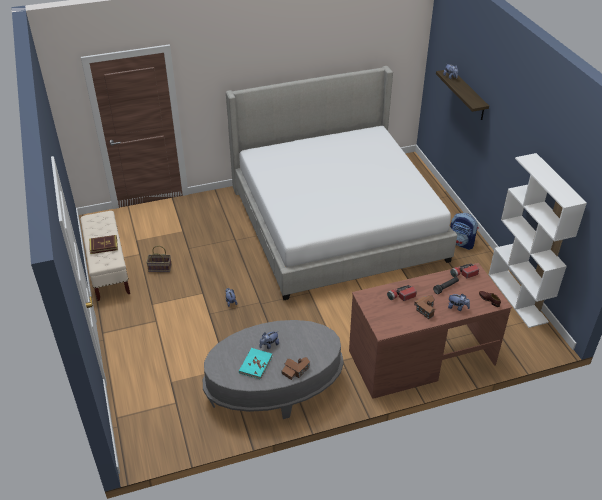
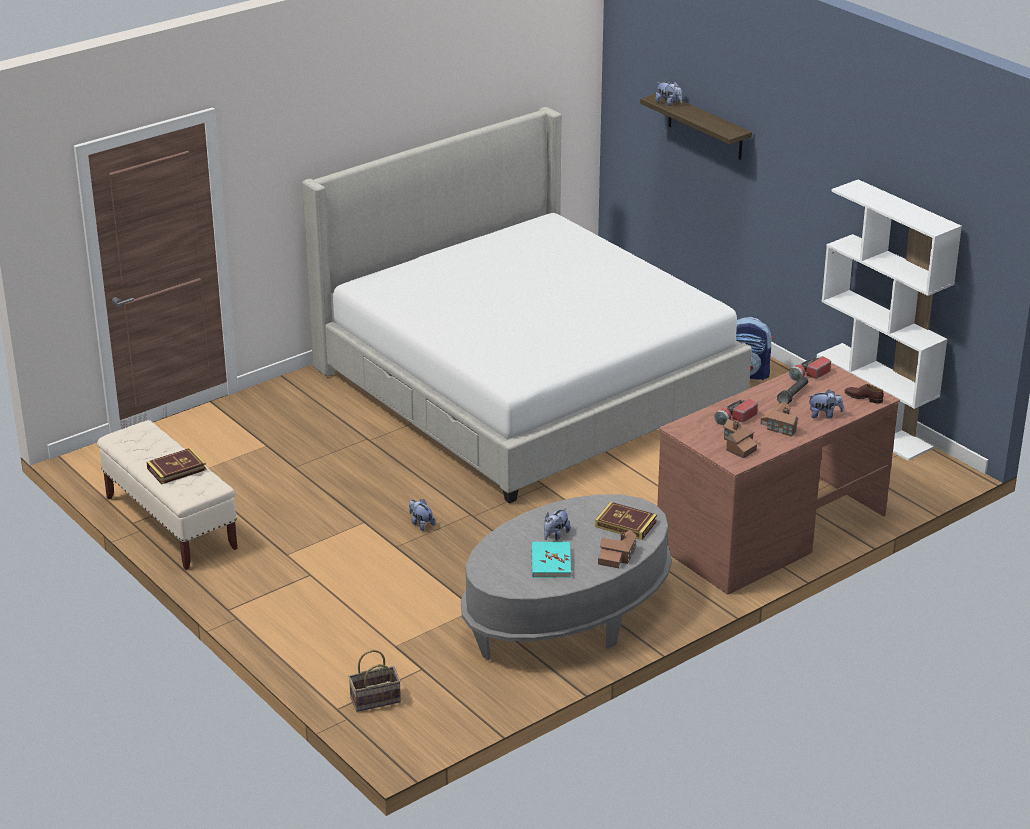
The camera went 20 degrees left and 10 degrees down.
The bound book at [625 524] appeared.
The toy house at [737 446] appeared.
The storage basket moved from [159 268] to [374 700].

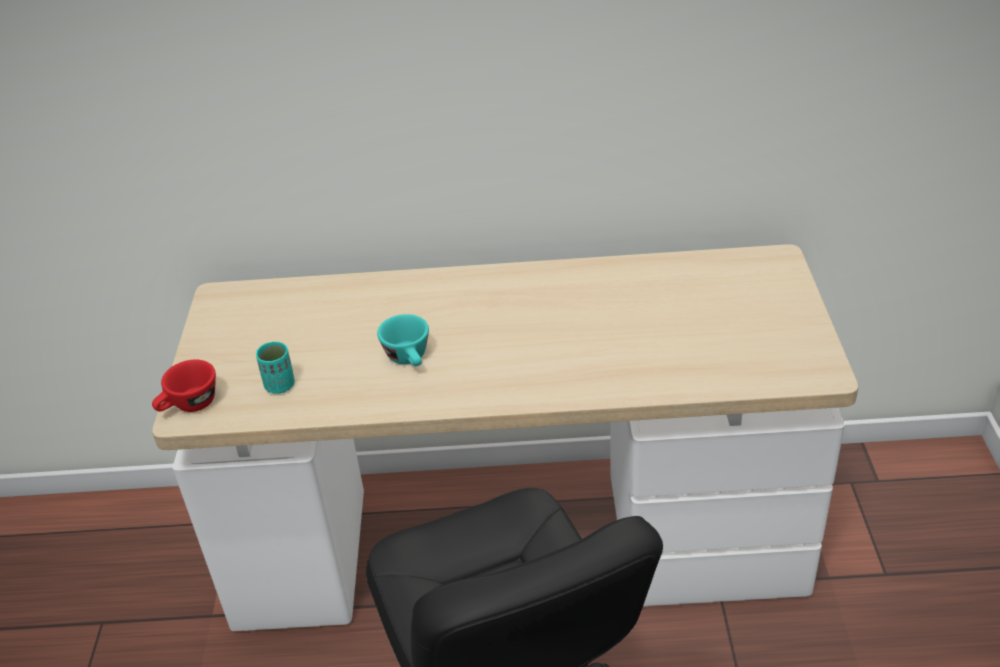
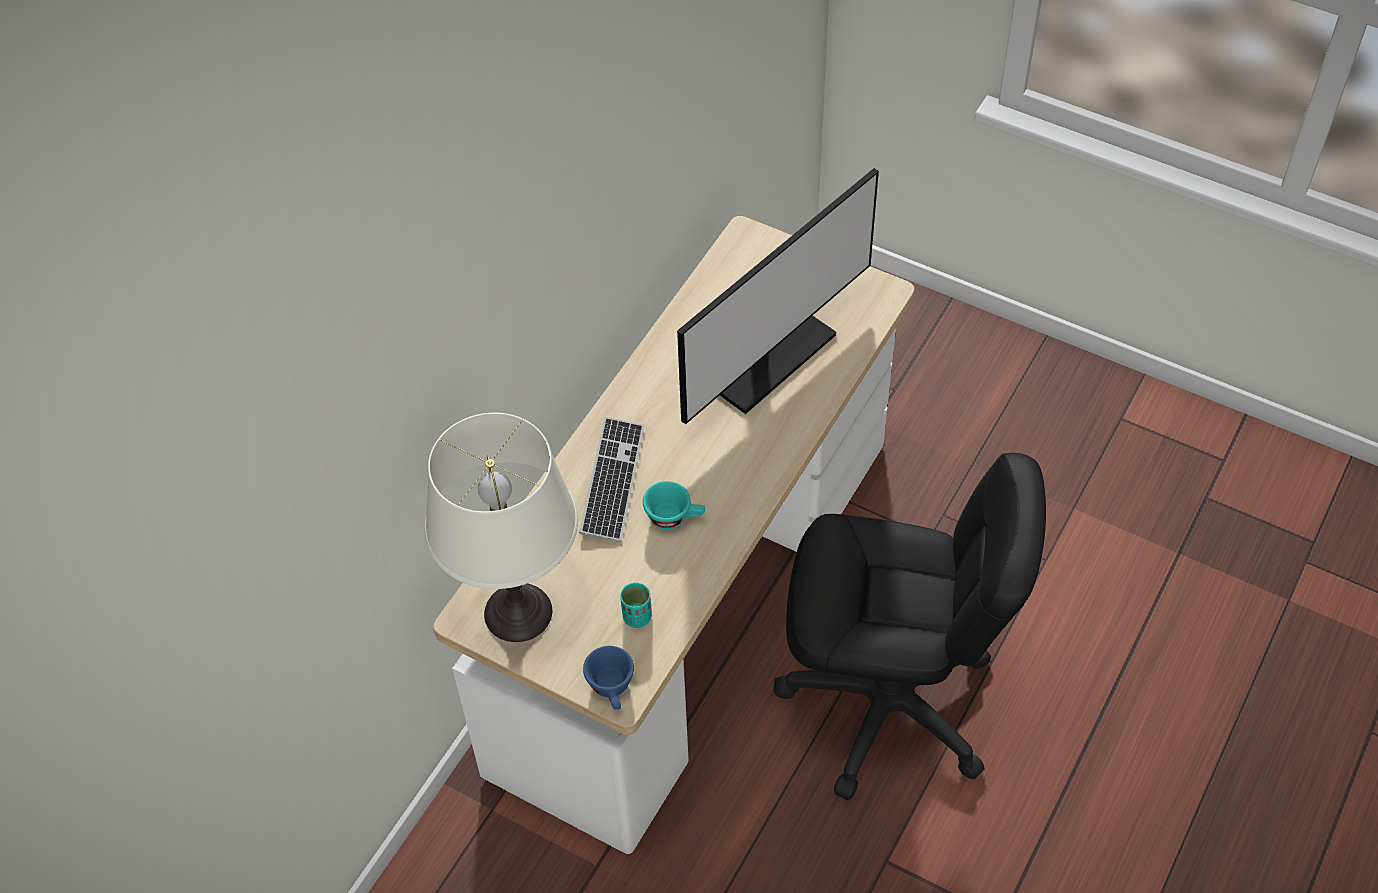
The camera went 60 degrees left and 15 degrees up.
The table lamp/white-coloured at [518 613] appeared.
The PC keyboard at [612 481] appeared.
The monitor at [768 357] appeared.
The cup/red at [189 406] became the cup/blue at [612 689].

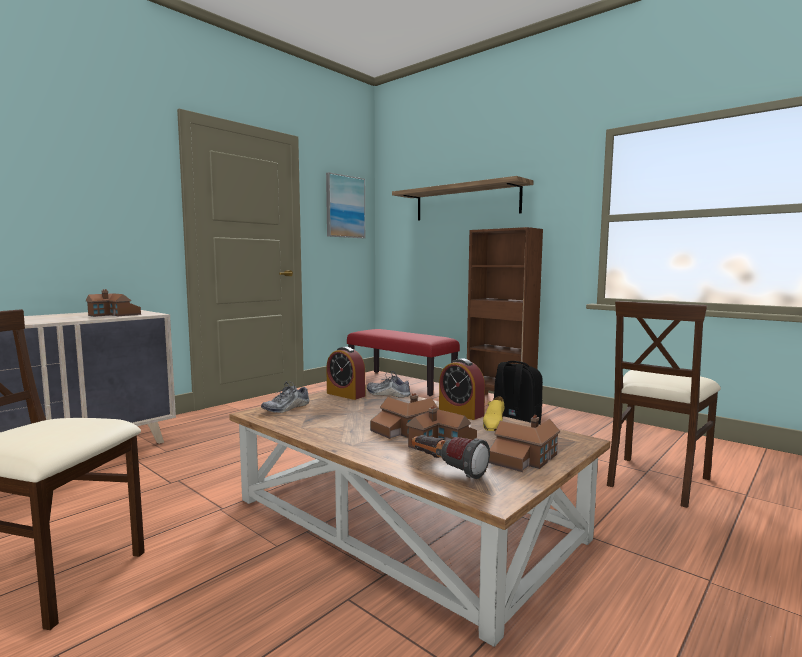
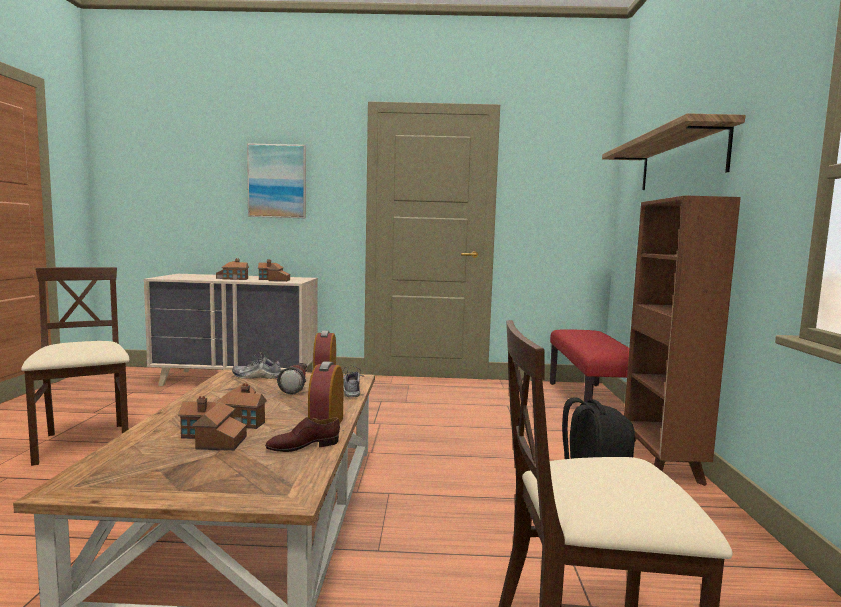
The camera went 50 degrees right and 0 degrees up.
The wall art moved from [345 207] to [277 181].
The torch moved from [446 468] to [297 387].
The toy house moved from [524 459] to [233 278].
The shoe/yellow at [493 424] became the shoe/brownish at [303 446].

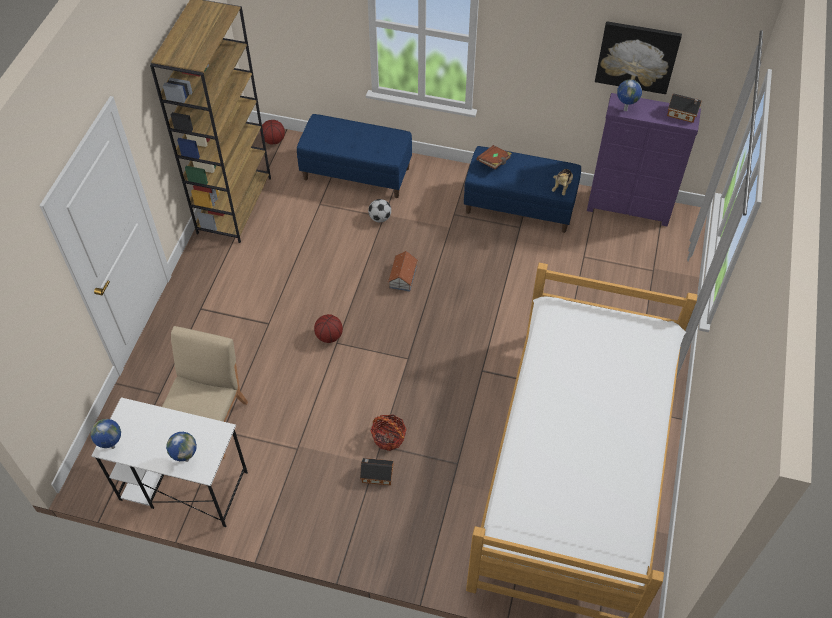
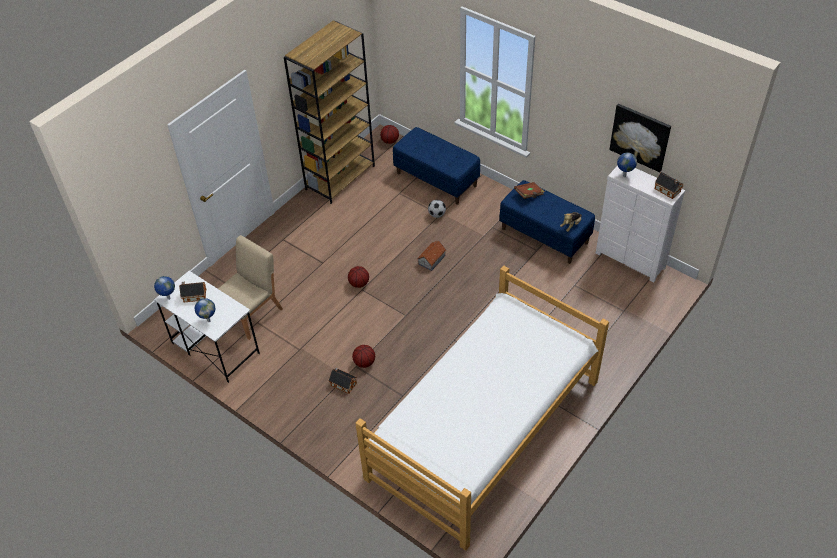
The camera went 25 degrees right and 5 degrees down.
The toy house at [194 295] appeared.
The storage basket at [388 437] was replaced by the basketball ball at [364 362].
The chest of drawers/purple at [629 208] became the chest of drawers/white-coloured at [630 261].

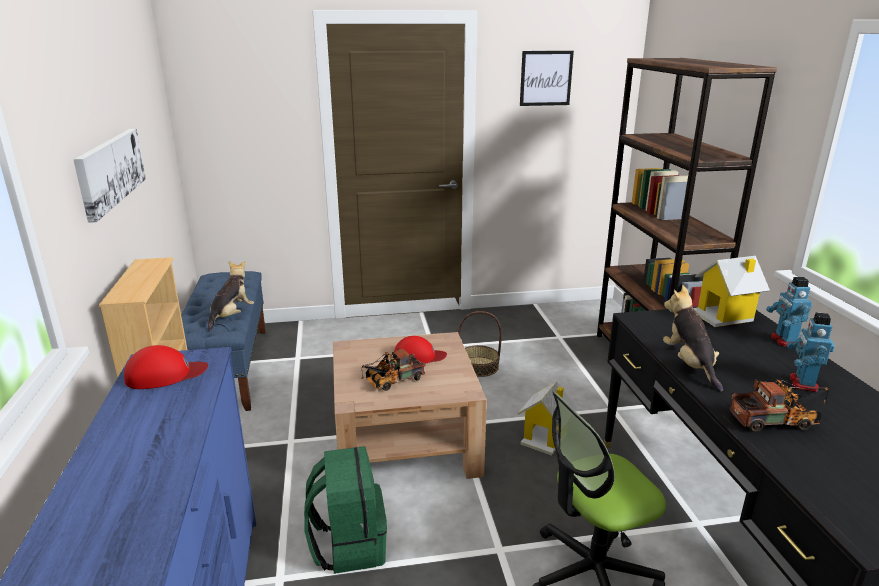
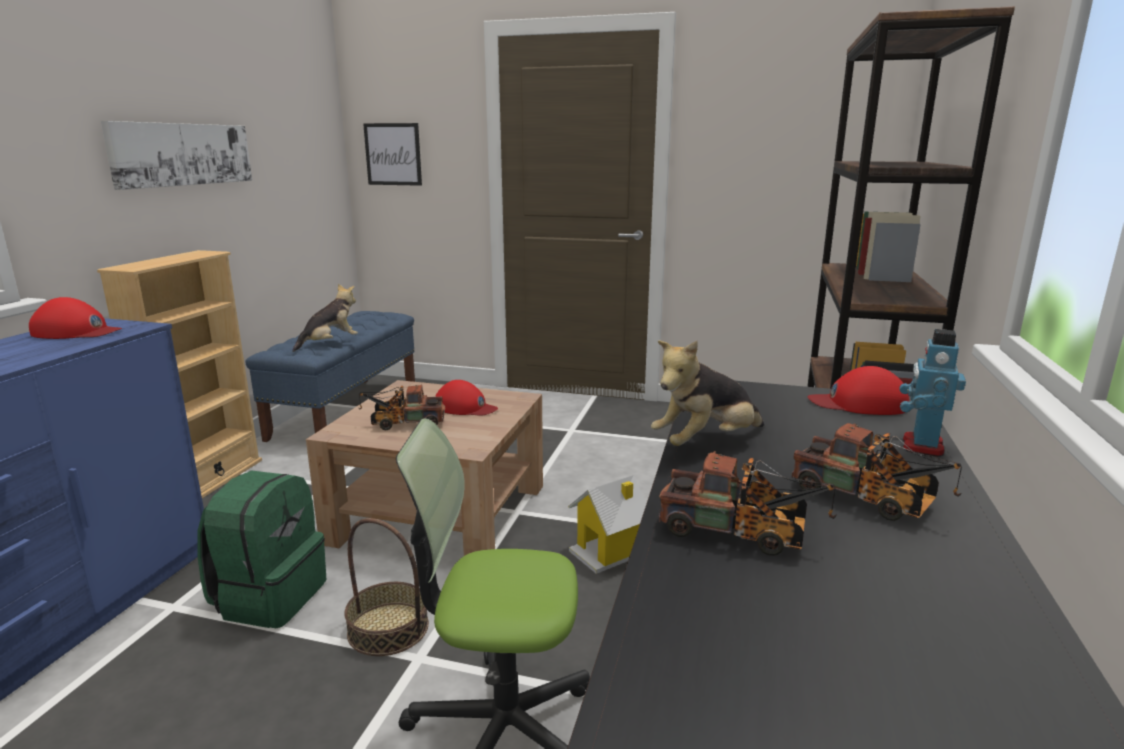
The camera went 25 degrees right and 5 degrees down.
The storage basket moved from [479 366] to [388 628].
The wall art moved from [546 78] to [393 154].
The toy house at [724 316] was replaced by the baseball cap/red at [859 404].
The toy robot at [802 384] was replaced by the model truck at [869 500].
The plush toy at [689 365] turned 135 degrees counterclockwise.

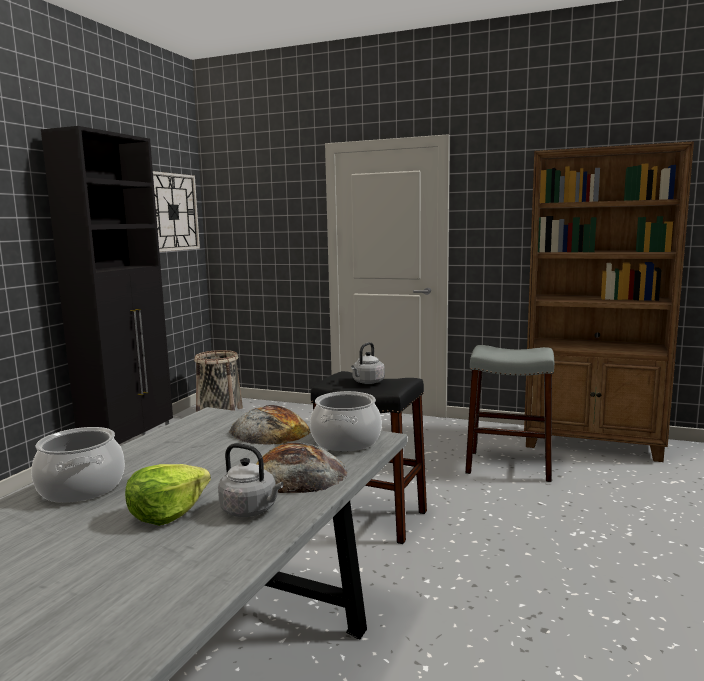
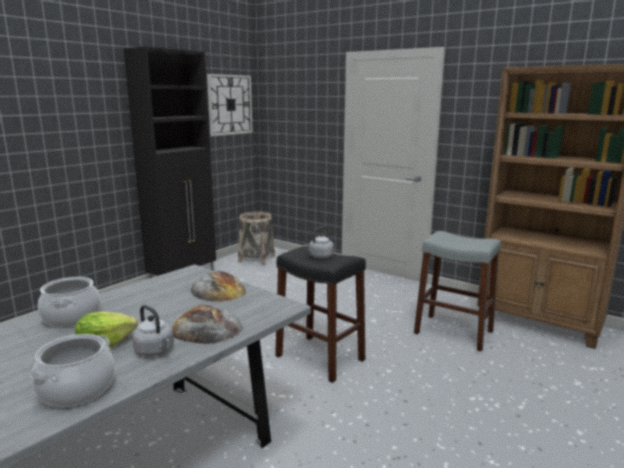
The camera went 15 degrees right and 5 degrees up.
The stockpot moved from [346 441] to [77 389].

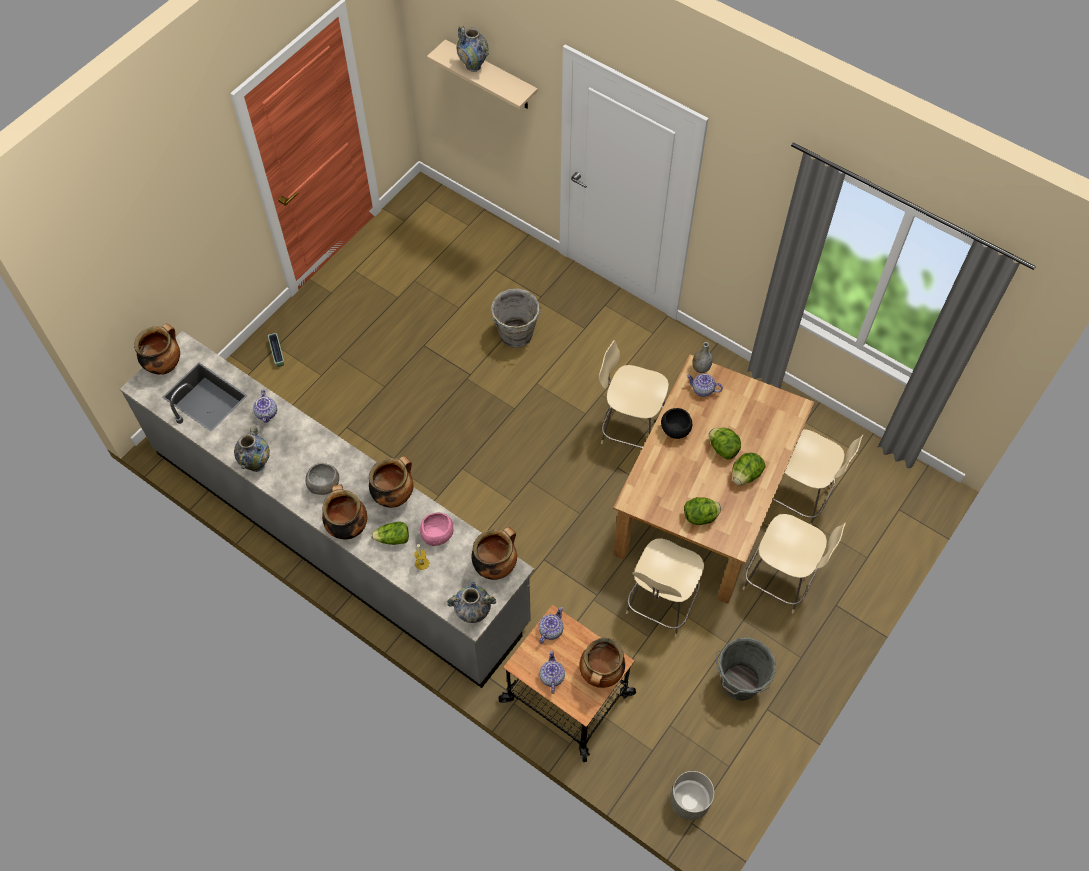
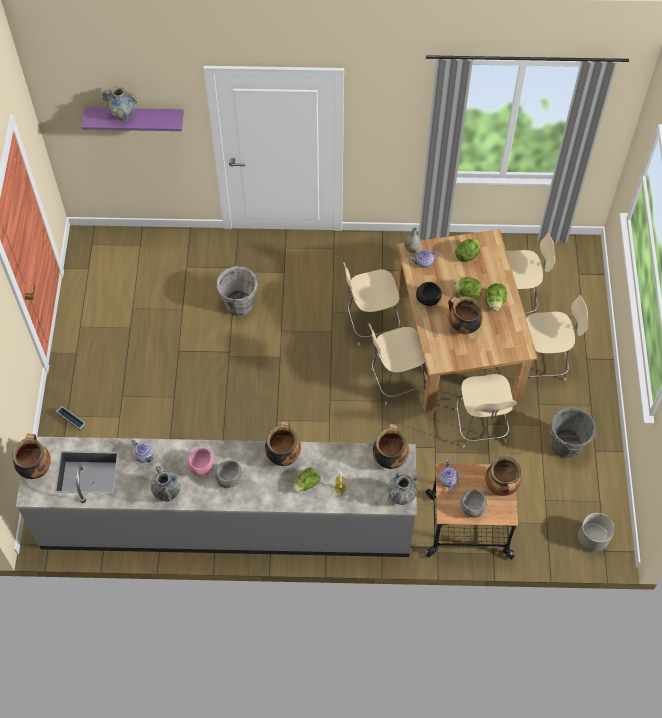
The camera went 35 degrees left and 0 degrees up.
The chair/beige-coloured at [396 381] appeared.
The stockpot moved from [347 527] to [463 326].
The serving bowl/pink-coloured moved from [437 535] to [201 467].
The lettuce head moved from [700 517] to [467 255].
The tea pot at [551 676] was replaced by the serving bowl/gray at [472 509].
The wall shelf/beige-coloured at [491 76] became the wall shelf/purple at [135 118].

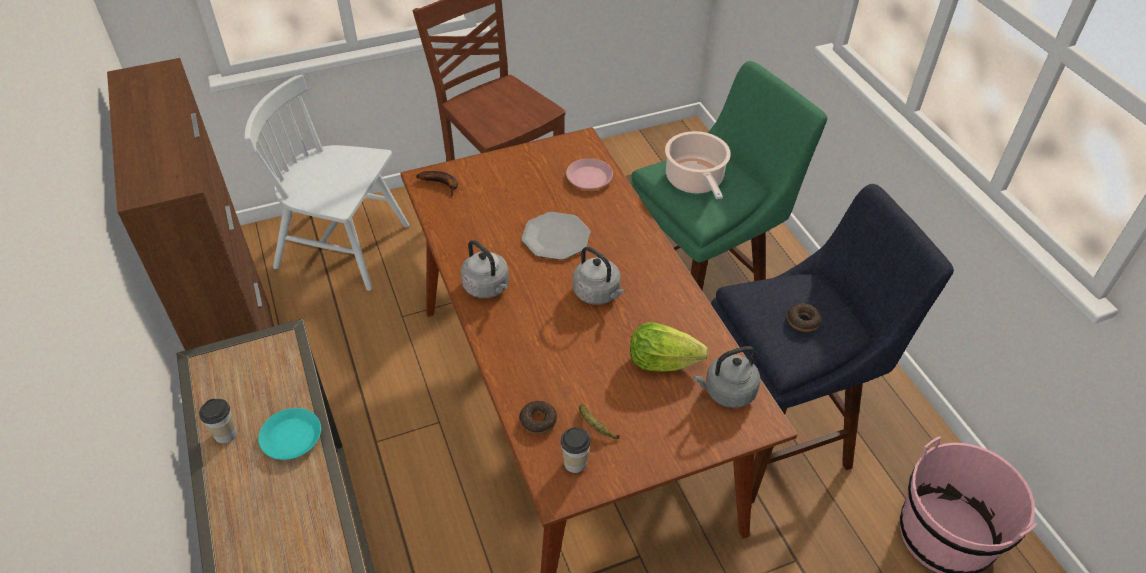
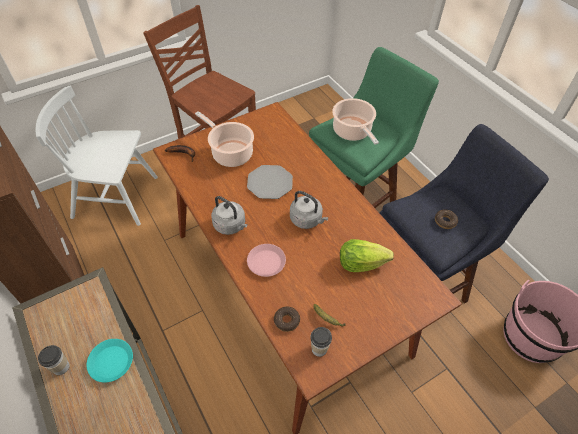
The camera went 10 degrees left and 5 degrees up.
The tea kettle/gray at [727 392] disappeared.
The stockpot at [230 153] appeared.
The plate/pink-coloured moved from [589 177] to [266 262].

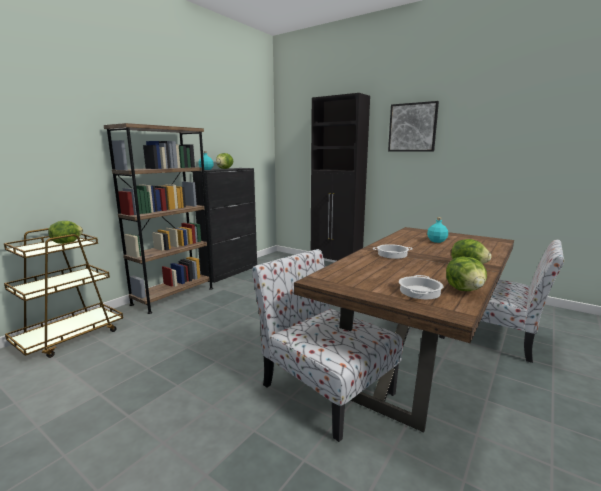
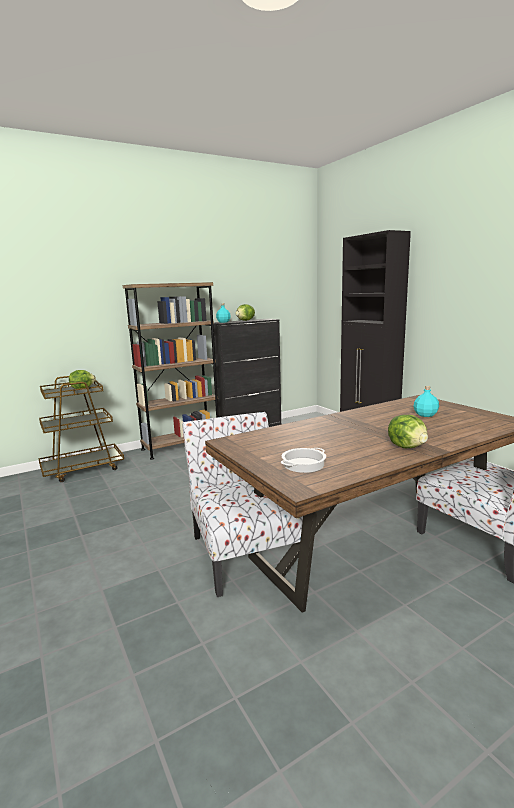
The camera went 25 degrees right and 0 degrees up.
The stockpot at [392 254] disappeared.
The wall art at [412 127] disappeared.
The lettuce head at [465 290] disappeared.

